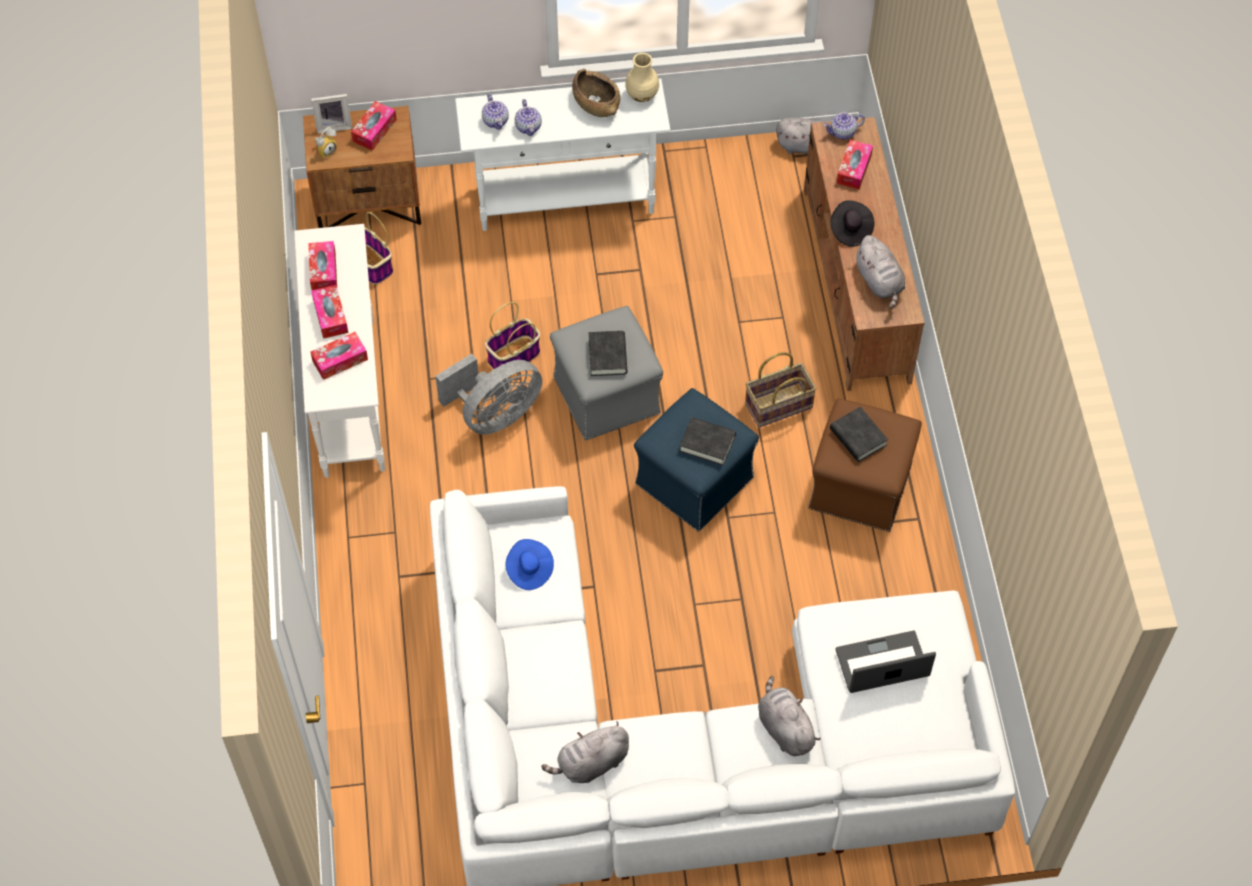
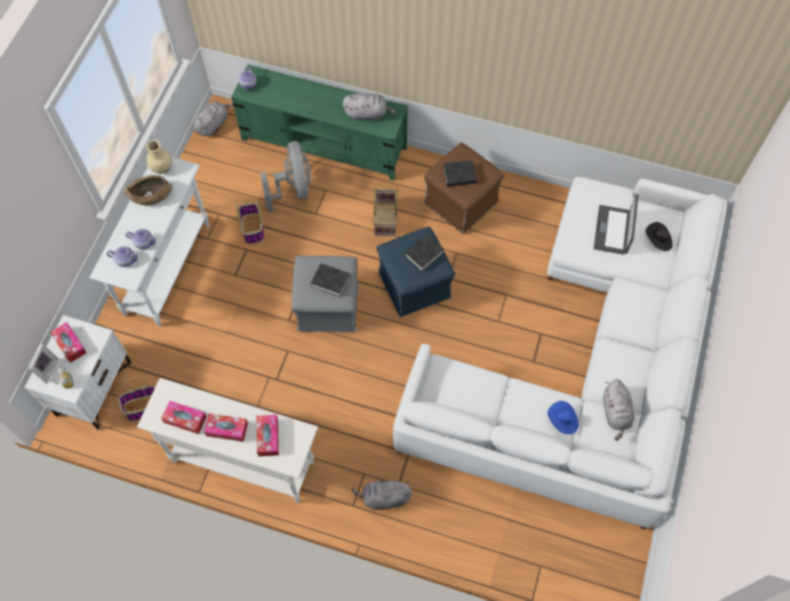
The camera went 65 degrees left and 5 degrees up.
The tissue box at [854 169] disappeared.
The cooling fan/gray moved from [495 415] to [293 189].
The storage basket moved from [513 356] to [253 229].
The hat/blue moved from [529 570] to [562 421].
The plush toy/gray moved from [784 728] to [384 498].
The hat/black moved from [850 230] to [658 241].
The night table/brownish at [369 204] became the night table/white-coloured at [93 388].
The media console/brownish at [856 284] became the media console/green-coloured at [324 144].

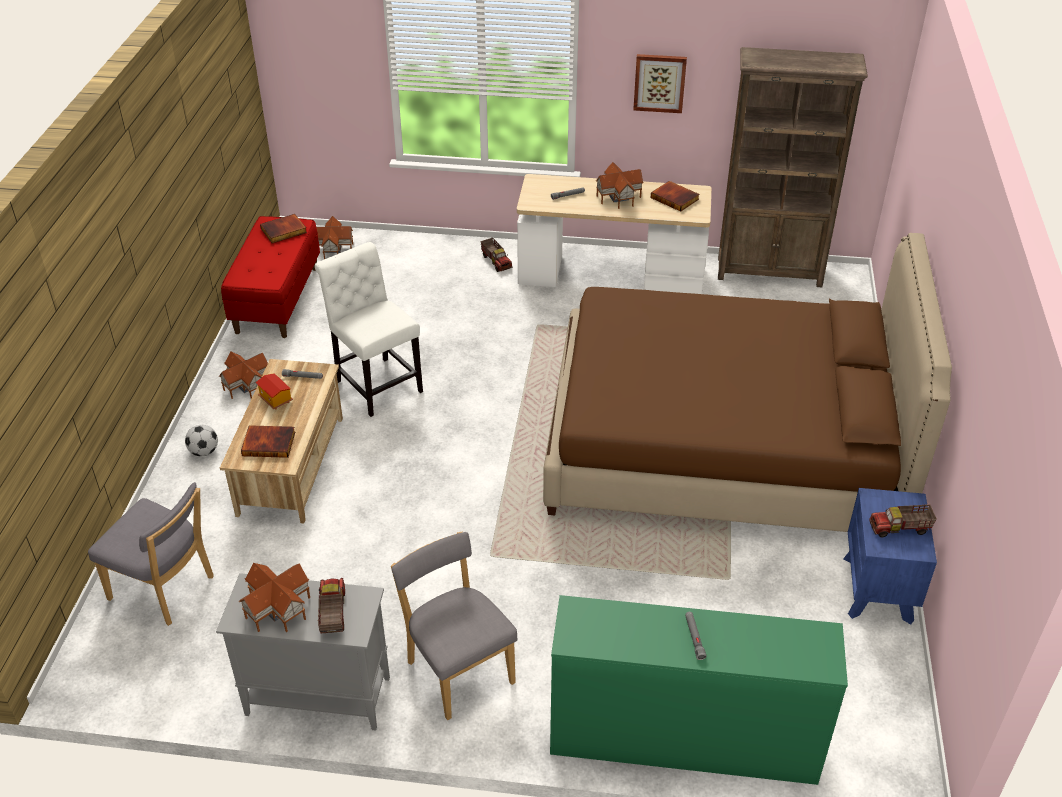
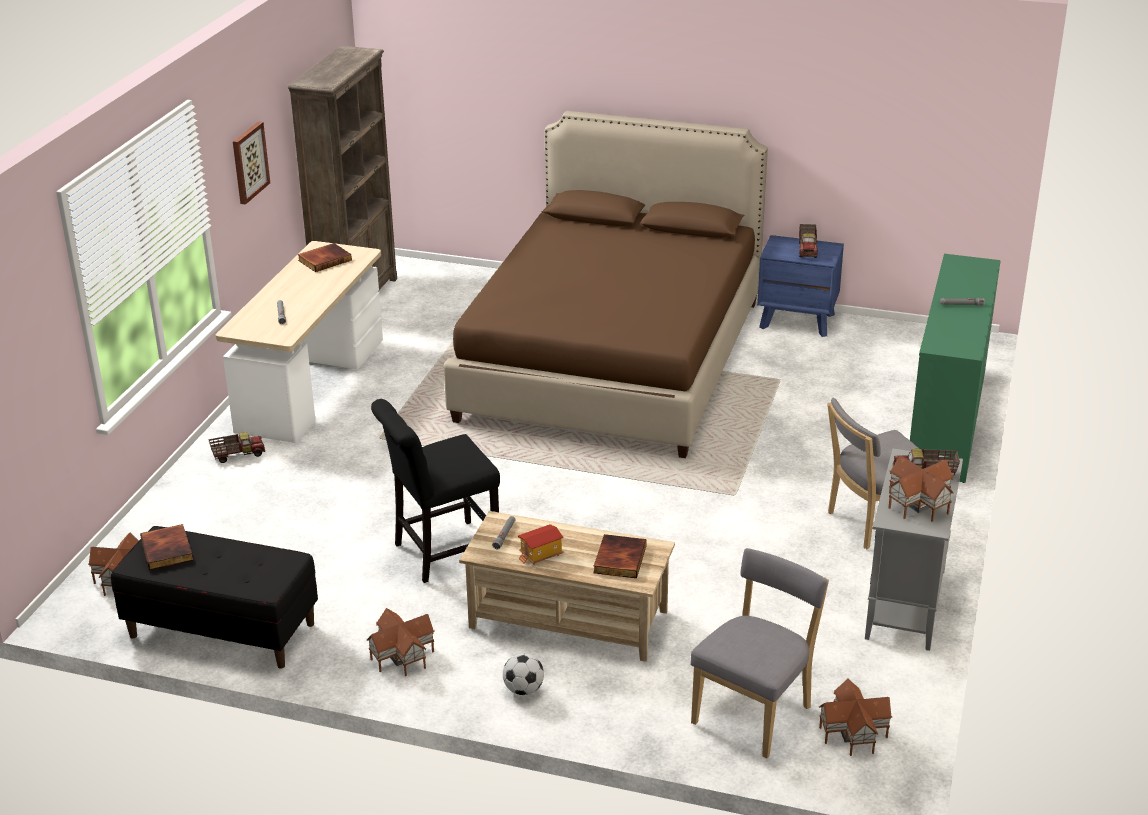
The camera went 80 degrees left and 10 degrees down.
The toy house moved from [619 197] to [854 732].
The bench/red at [277 299] became the bench/black at [221 630].
The chair/white-coloured at [376 384] became the chair/black at [441 553].

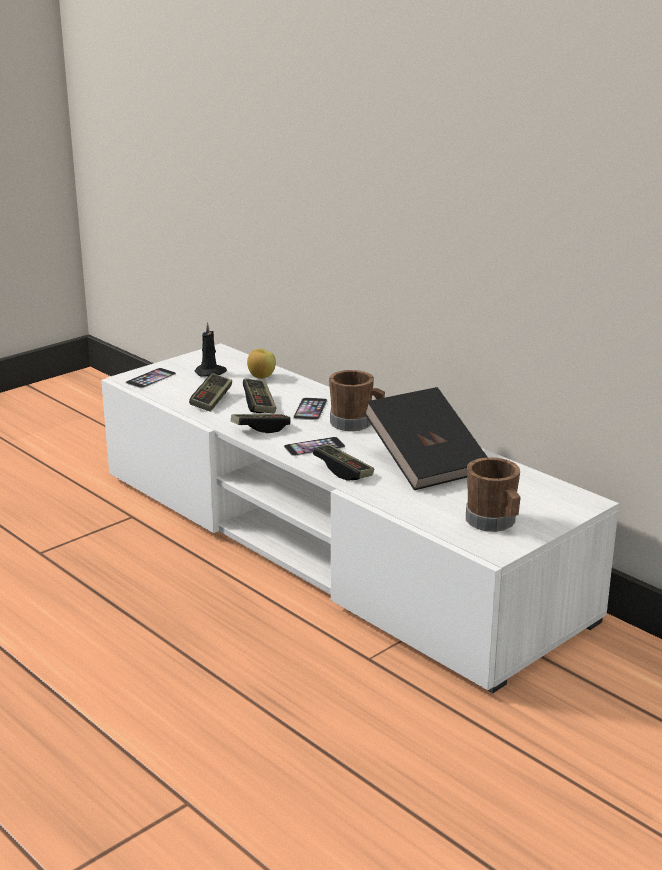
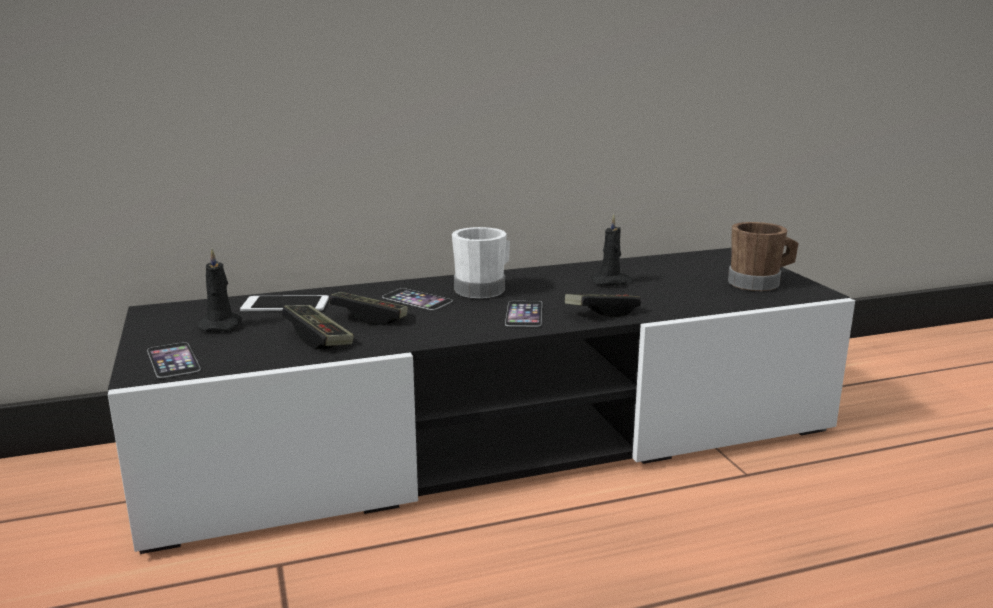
The camera went 65 degrees left and 5 degrees down.
The game controller at [260 429] disappeared.
The whole apple at [261 377] was replaced by the telephone at [285 304].
The bound book/black at [426 463] was replaced by the wax light/black at [612 282].
The media console/white-coloured at [331 543] became the media console/black at [496 440].
The coffee mug/brownish at [356 423] became the coffee mug/white-coloured at [484 289].

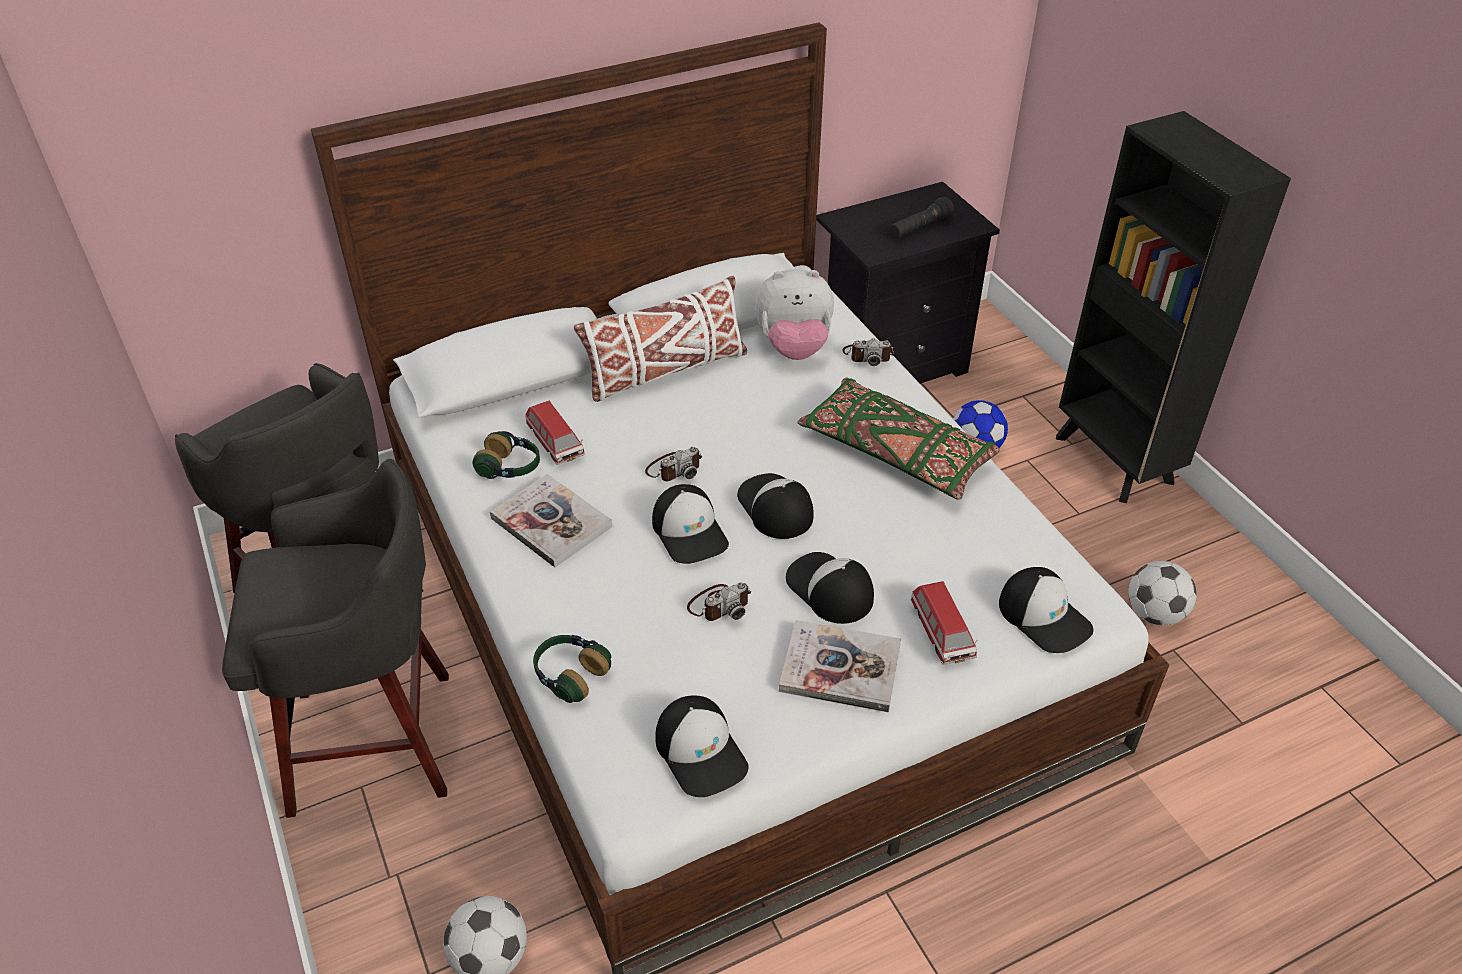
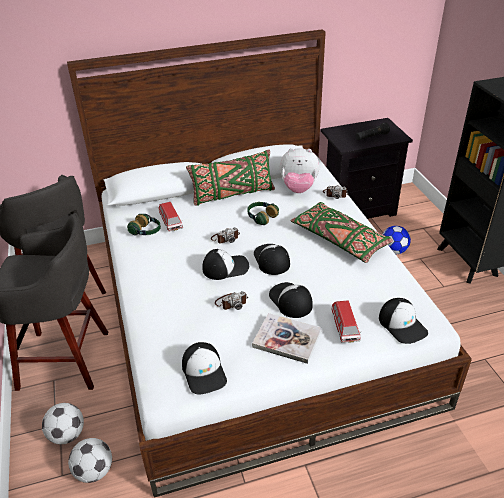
The camera went 10 degrees right and 5 degrees down.
The bound book at [551 522] disappeared.
The headset moved from [570 675] to [261 217].
The football ball moved from [1154 614] to [67 434].
The cushion/white-coloured at [665 371] became the cushion/green-coloured at [232 194].
The baseball cap at [690 532] turned 90 degrees counterclockwise.

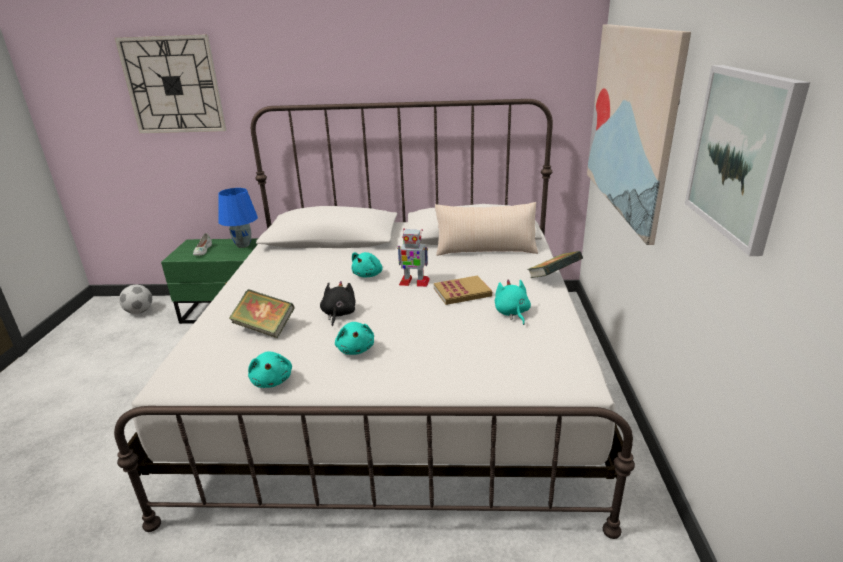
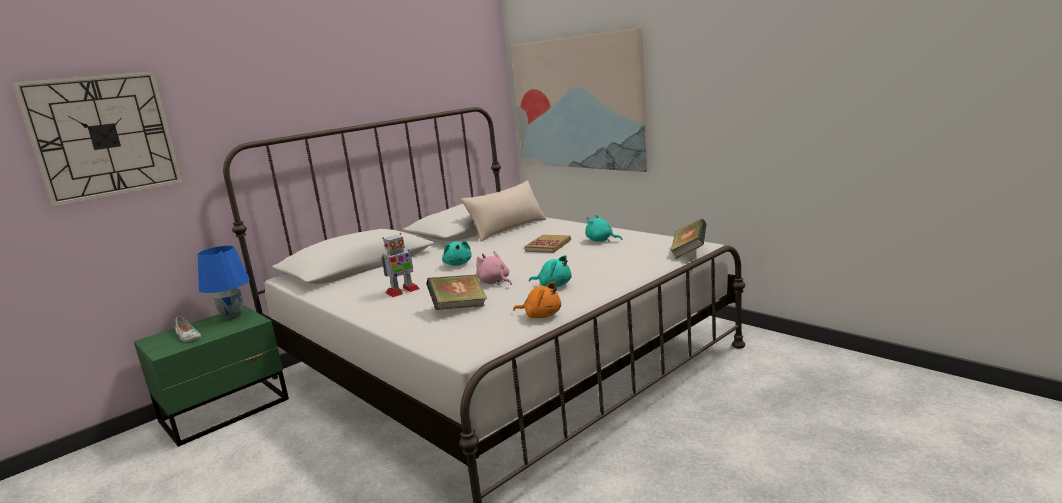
The camera went 45 degrees left and 10 degrees down.
The football ball at [139 311] disappeared.
The wall art at [741 154] disappeared.
The toy robot moved from [413 282] to [402 291].
The bound book moved from [553 278] to [689 252].
The plush toy/blue-green at [272 380] became the plush toy/orange-coloured at [541 315].
The plush toy/black at [338 314] became the plush toy/pink-coloured at [494 282].

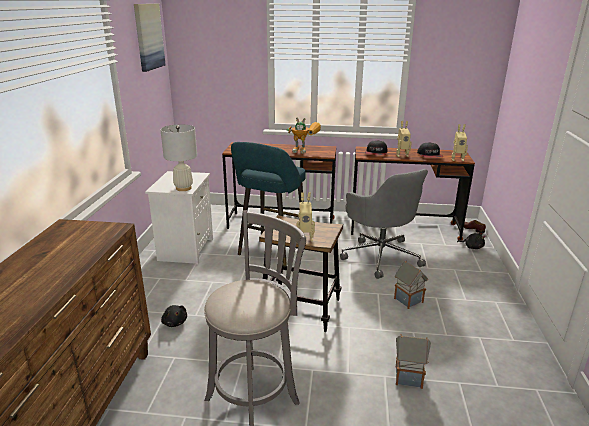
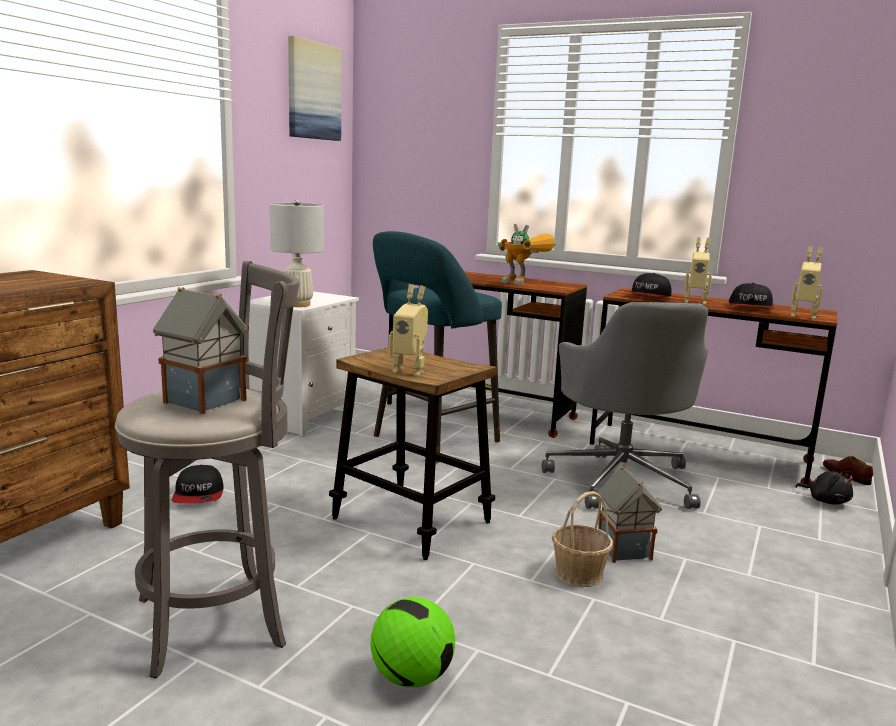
The camera went 20 degrees right and 10 degrees down.
The football ball at [411 677] appeared.
The storage basket at [578 573] appeared.
The toy house moved from [407 377] to [203 401].
The plush toy/black at [174 322] was replaced by the baseball cap at [199 495].

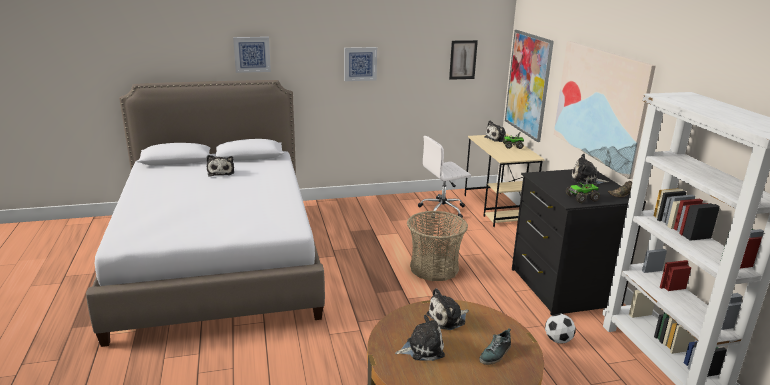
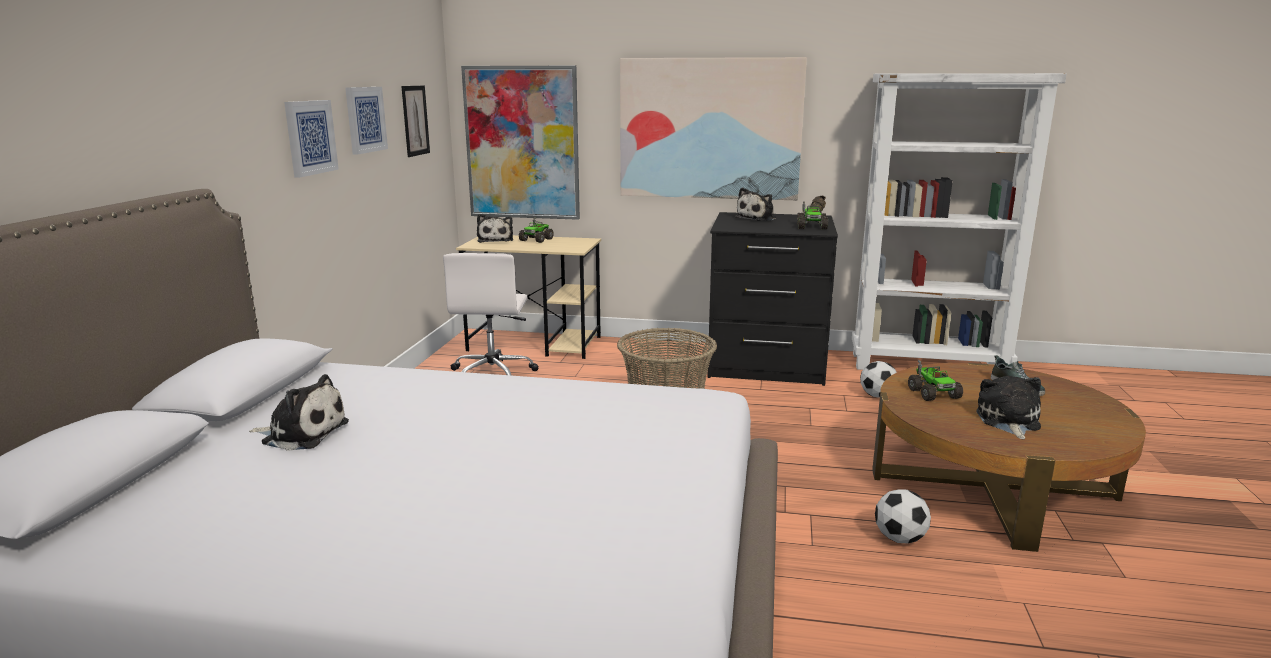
The camera went 65 degrees left and 5 degrees down.
The football ball at [899 538] appeared.
The wall art moved from [252 54] to [365 119].
The plush toy at [448 318] was replaced by the model truck at [933 393].

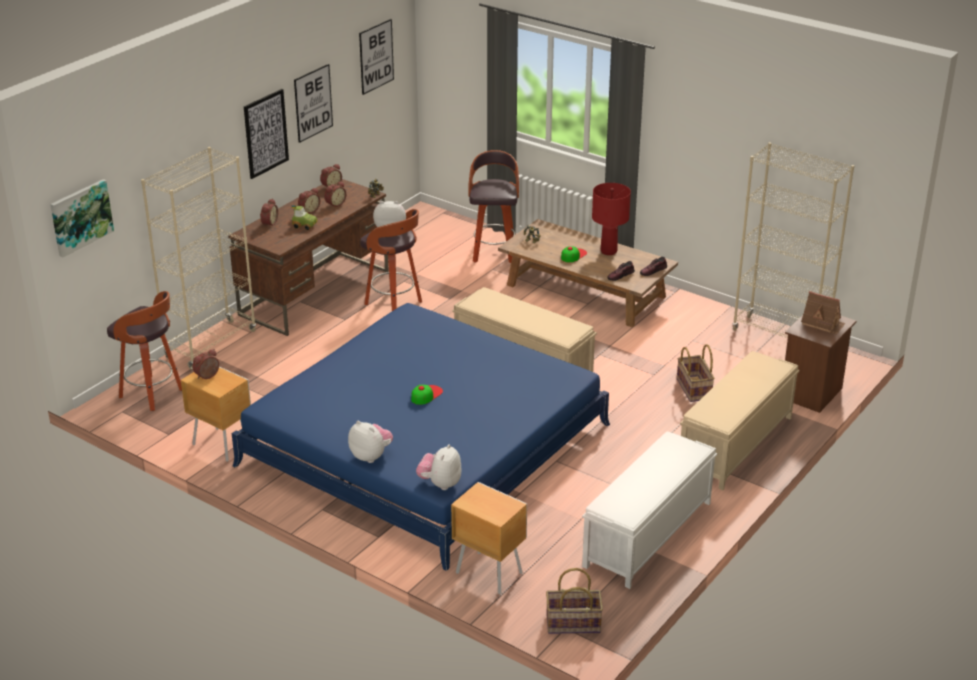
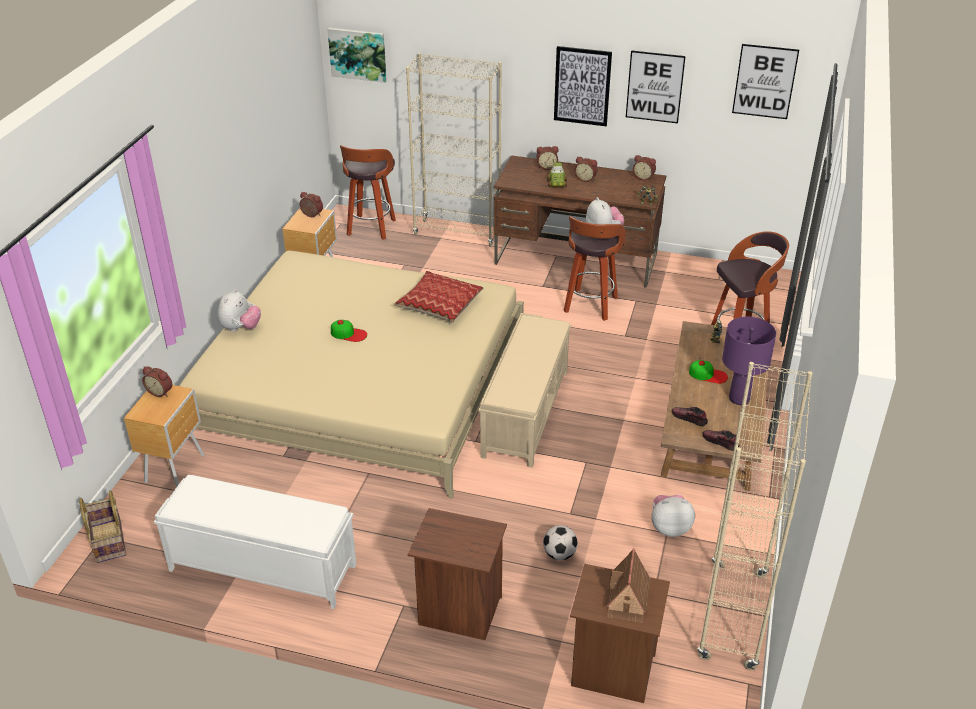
The camera went 70 degrees right and 5 degrees up.
The cushion at [439 304] appeared.
The table clock moved from [335 204] to [161 392].
The plush toy moved from [440 484] to [669 527].
The storage basket at [694 389] was replaced by the football ball at [559 554].
The bench/beige-coloured at [735 445] was replaced by the night table/brownish at [459 612].
The sleeping bed/blue at [425 445] became the sleeping bed/beige-coloured at [360 383].
The table lamp/red at [609 251] became the table lamp/purple at [739 399].

